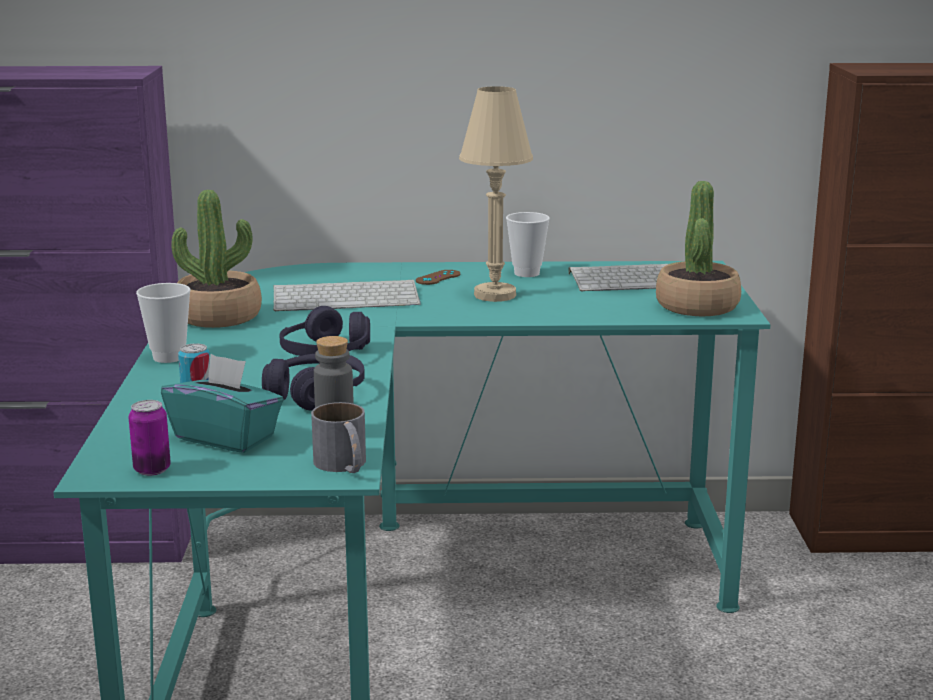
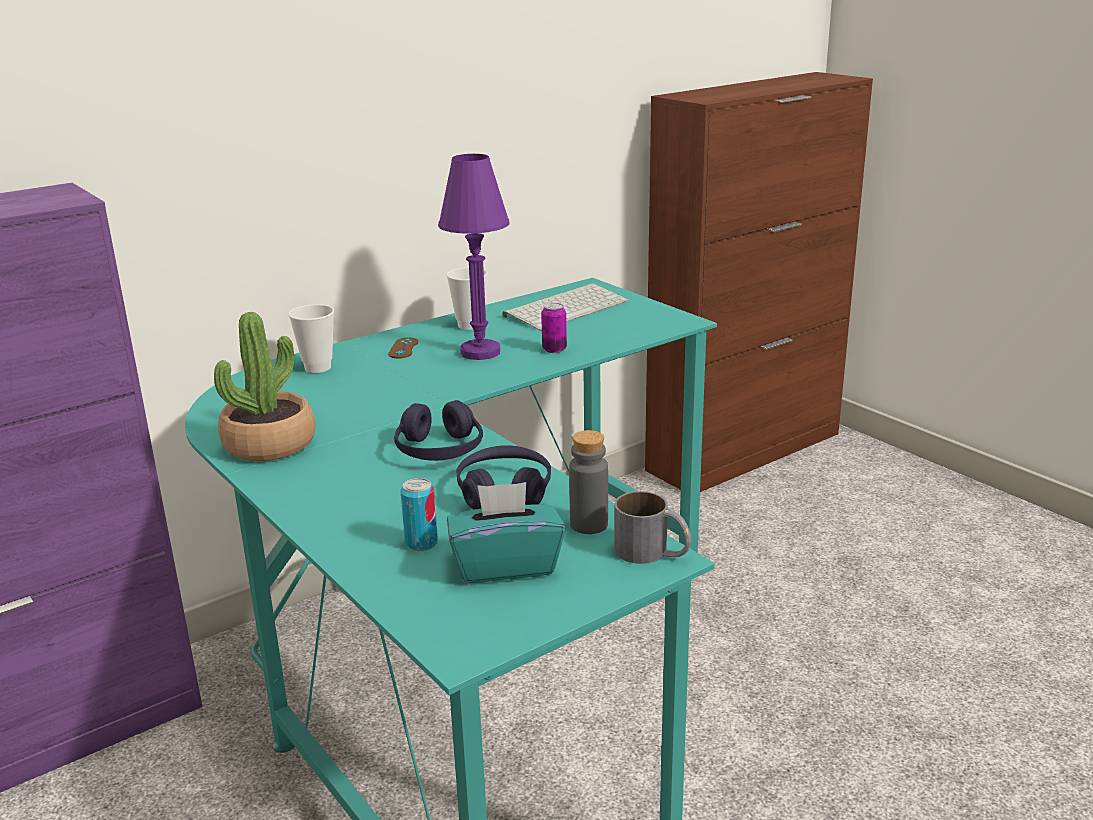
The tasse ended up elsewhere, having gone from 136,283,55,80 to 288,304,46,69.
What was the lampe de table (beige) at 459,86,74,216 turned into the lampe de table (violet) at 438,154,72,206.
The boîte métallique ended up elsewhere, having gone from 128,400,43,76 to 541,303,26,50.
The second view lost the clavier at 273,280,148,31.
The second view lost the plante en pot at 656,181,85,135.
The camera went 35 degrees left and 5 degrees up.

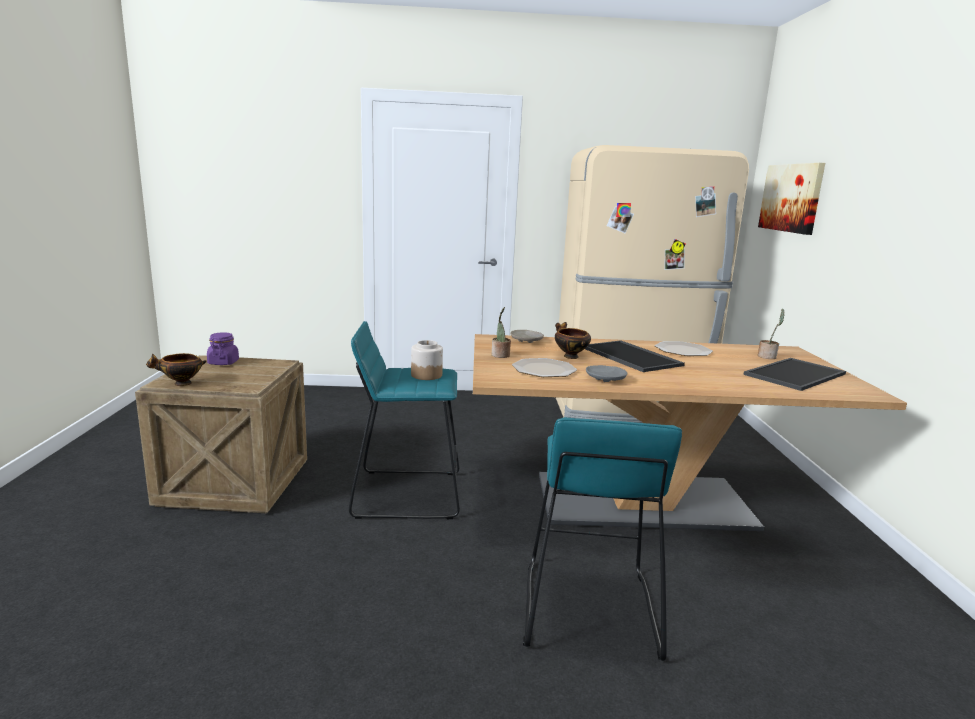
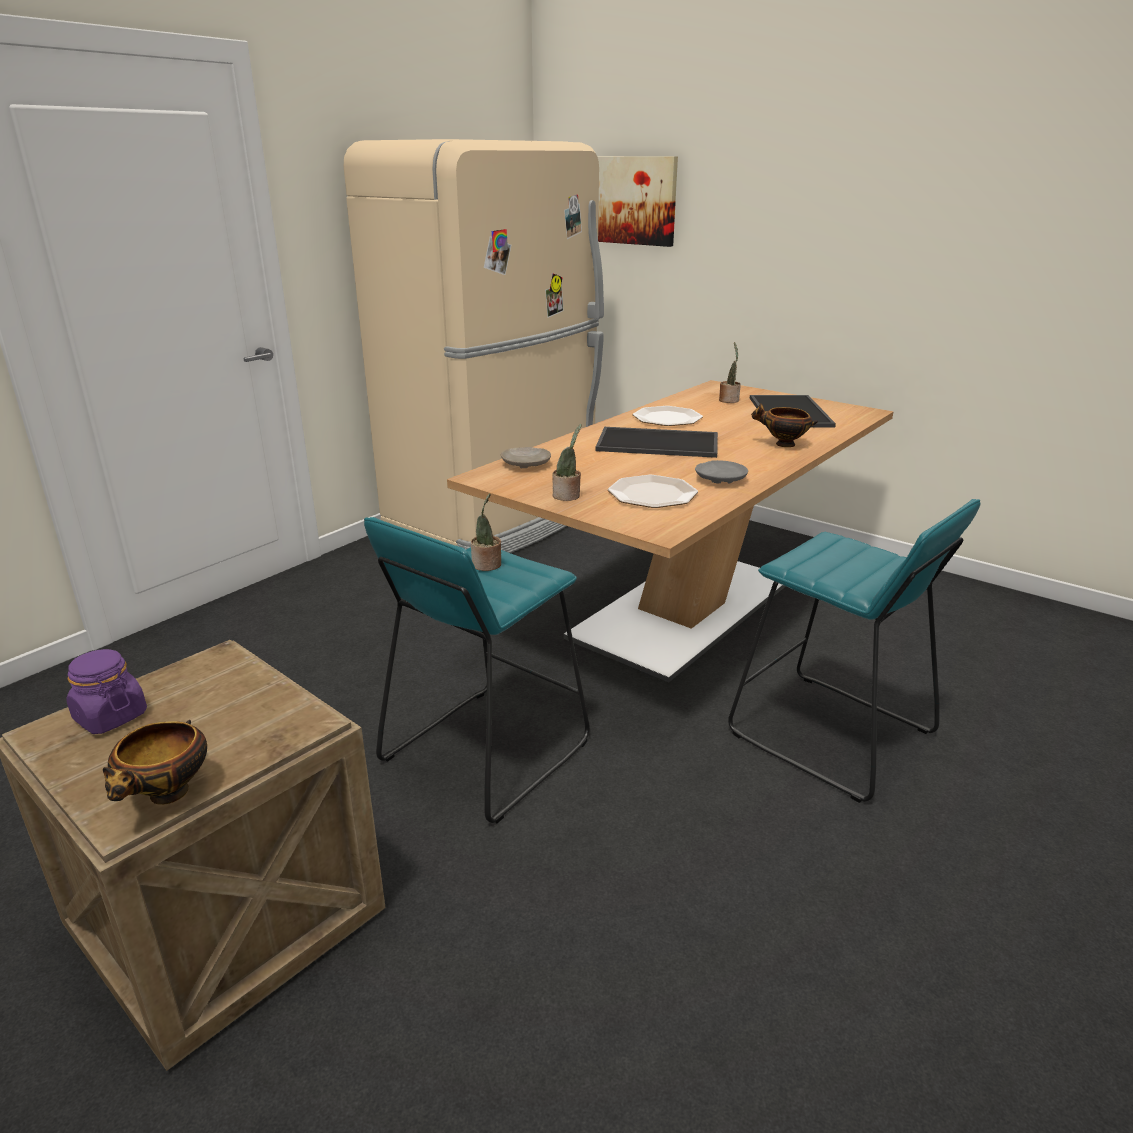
Where the bocal stood at 411,340,32,40, the plante en pot came to stand at 471,493,30,78.
The bol ended up elsewhere, having gone from 555,322,36,37 to 751,403,67,44.
The camera went 50 degrees left and 10 degrees up.

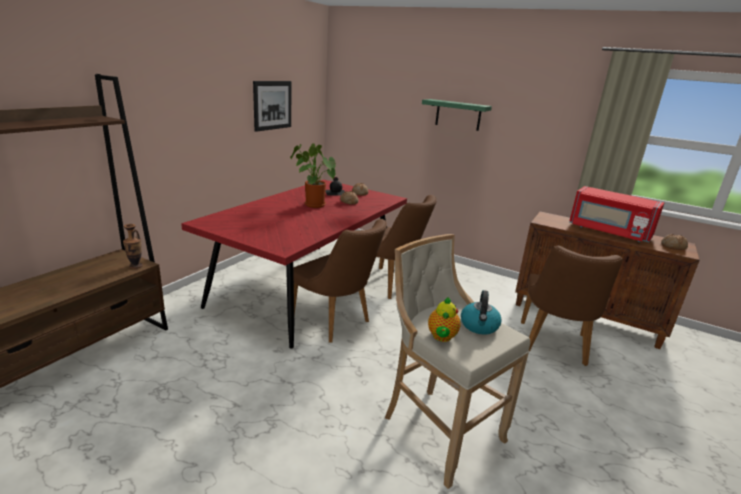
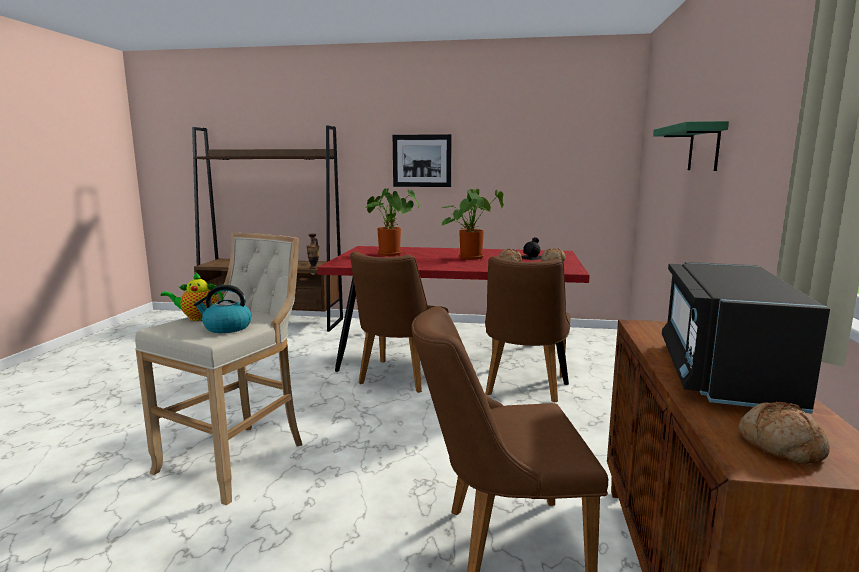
The second view gained the plante en pot at 365,188,55,68.
The tableau ended up elsewhere, having gone from 253,81,38,51 to 393,134,59,53.
What was the micro-ondes (rouge) at 569,186,95,56 turned into the micro-ondes (noir) at 662,262,168,151.
The camera went 70 degrees right and 10 degrees down.

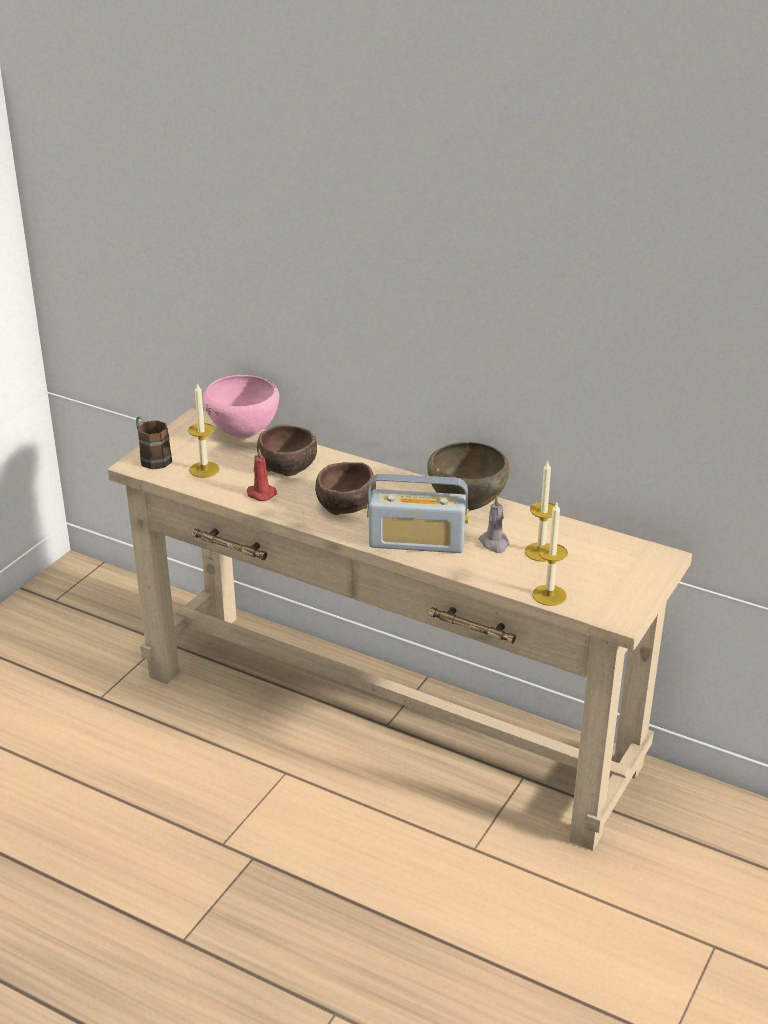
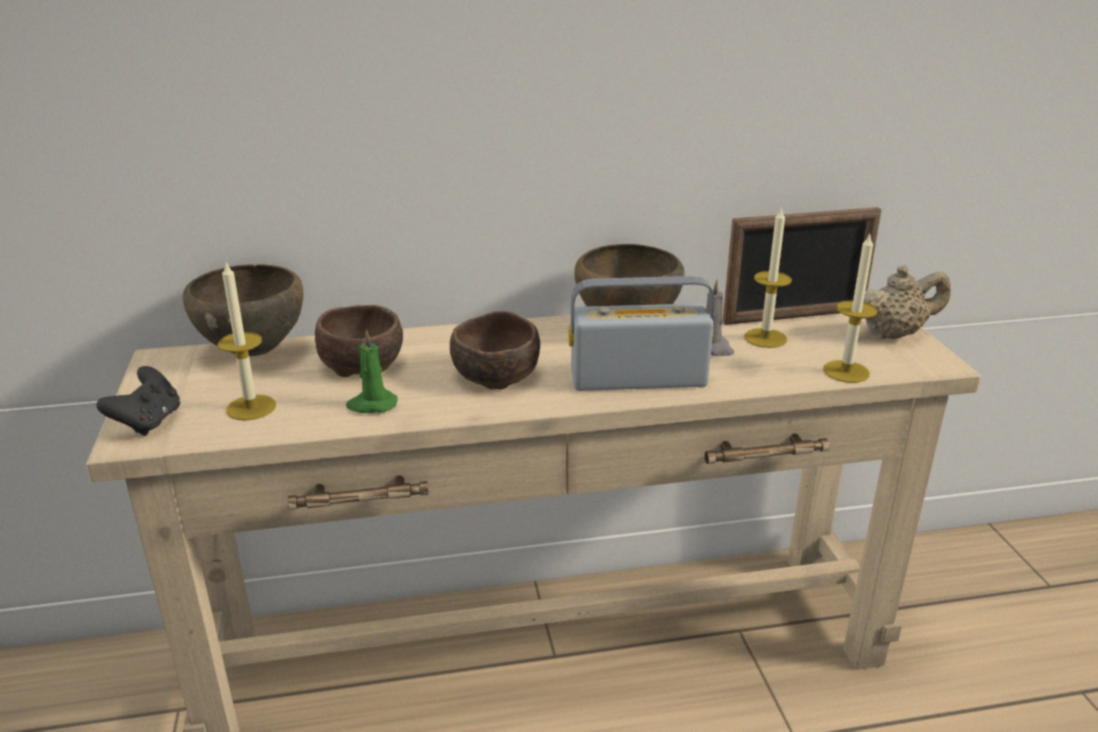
Where the mug (marron) stood at 136,416,36,53, the manette (noir) came to stand at 96,366,84,70.
What was the bol (rose) at 204,375,75,63 turned into the bol (marron) at 183,264,120,92.
What was the bougie (rouge) at 247,449,30,52 turned into the bougie (vert) at 346,330,52,83.
The radio at 367,474,102,79 ended up facing another way, 150 degrees counterclockwise from before.
The second view gained the cadre photo at 723,207,159,118.
The second view gained the théière (beige) at 861,266,90,73.
The camera went 40 degrees left and 5 degrees down.

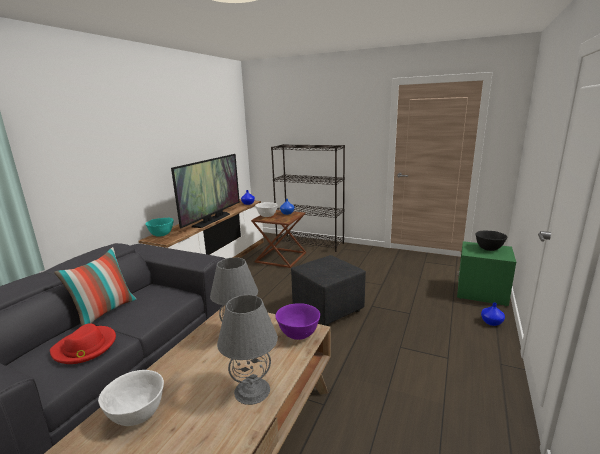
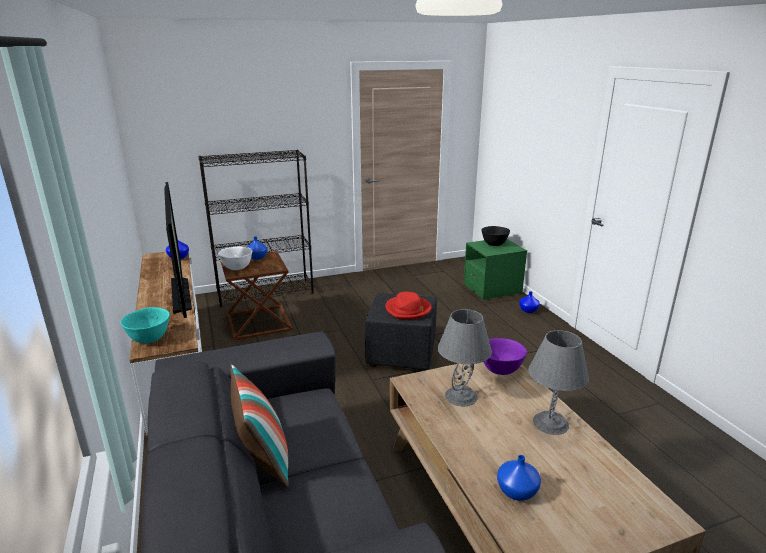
The chapeau (rouge) ended up elsewhere, having gone from 50,323,66,41 to 385,292,47,27.
Where the bol (blanc) stood at 98,370,66,56, the vase (bleu) came to stand at 497,455,44,46.
The camera went 45 degrees left and 5 degrees up.

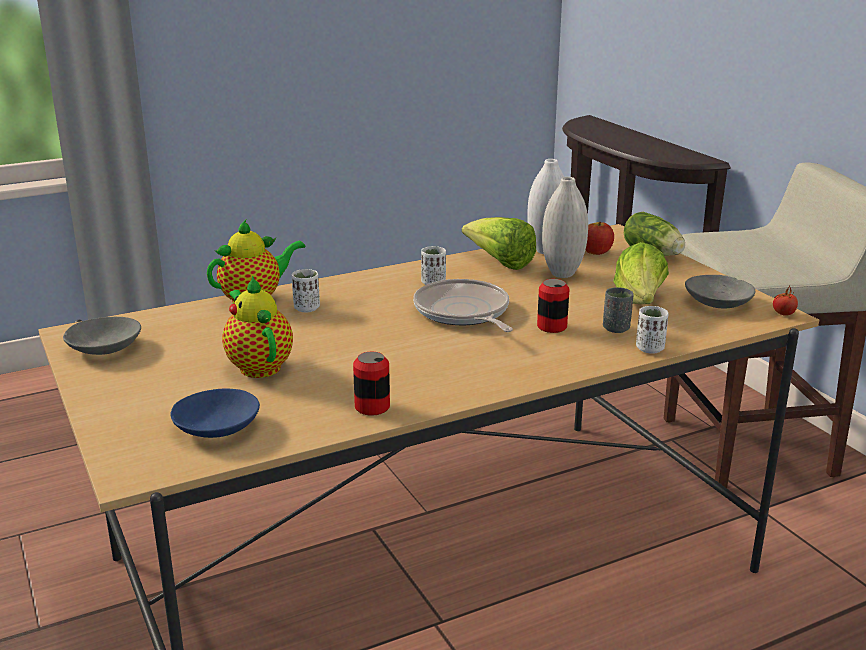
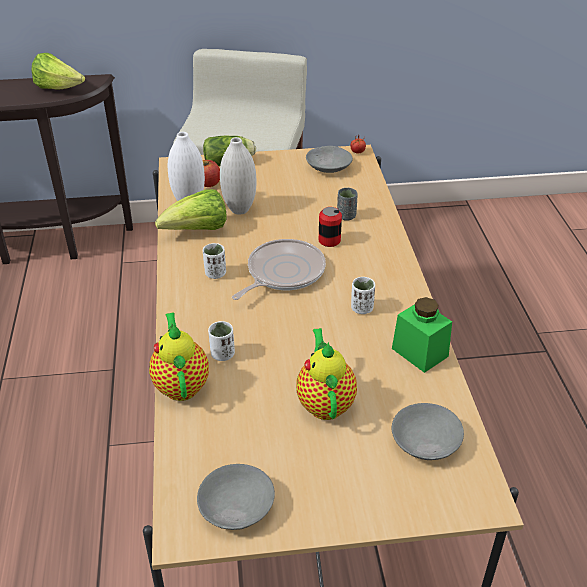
The laitue ended up elsewhere, having gone from 613,242,56,62 to 31,53,54,37.
The poêle at 413,279,100,53 ended up facing another way, 135 degrees clockwise from before.
The théière at 222,275,71,103 ended up facing another way, 90 degrees clockwise from before.
The tasse (blanc) ended up elsewhere, having gone from 636,306,33,48 to 351,277,24,37.
Where the boîte métallique stood at 353,352,37,64, the bocal (vert) came to stand at 392,297,60,76.
What was the bol (bleu) at 170,389,90,49 turned into the bol (gris) at 392,403,72,57.
The camera went 70 degrees left and 15 degrees up.

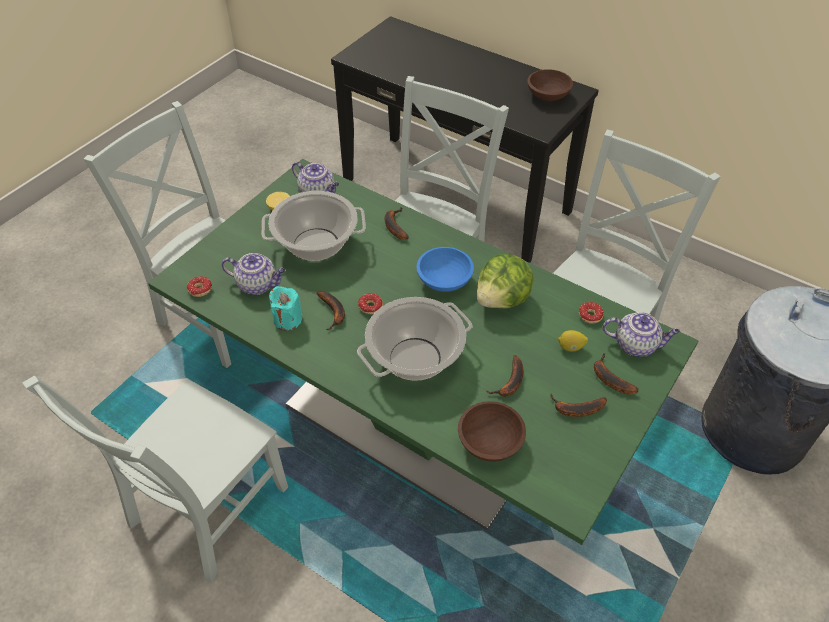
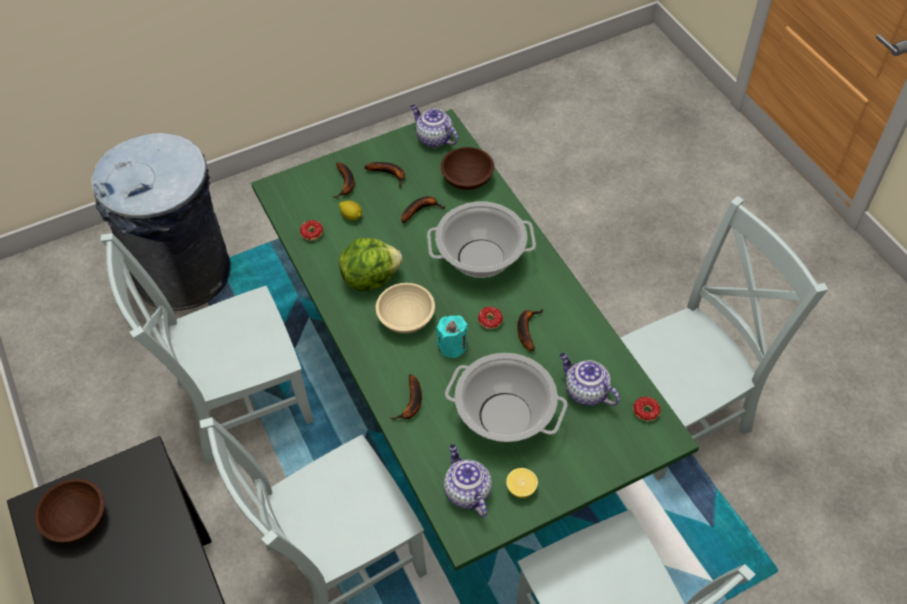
What was the bol (bleu) at 417,247,57,45 turned into the bol (beige) at 376,283,59,50.
The théière ended up elsewhere, having gone from 602,312,78,45 to 410,105,48,43.
The bougie (turquoise) ended up elsewhere, having gone from 269,286,33,45 to 436,315,32,43.
The camera went 150 degrees left and 5 degrees up.

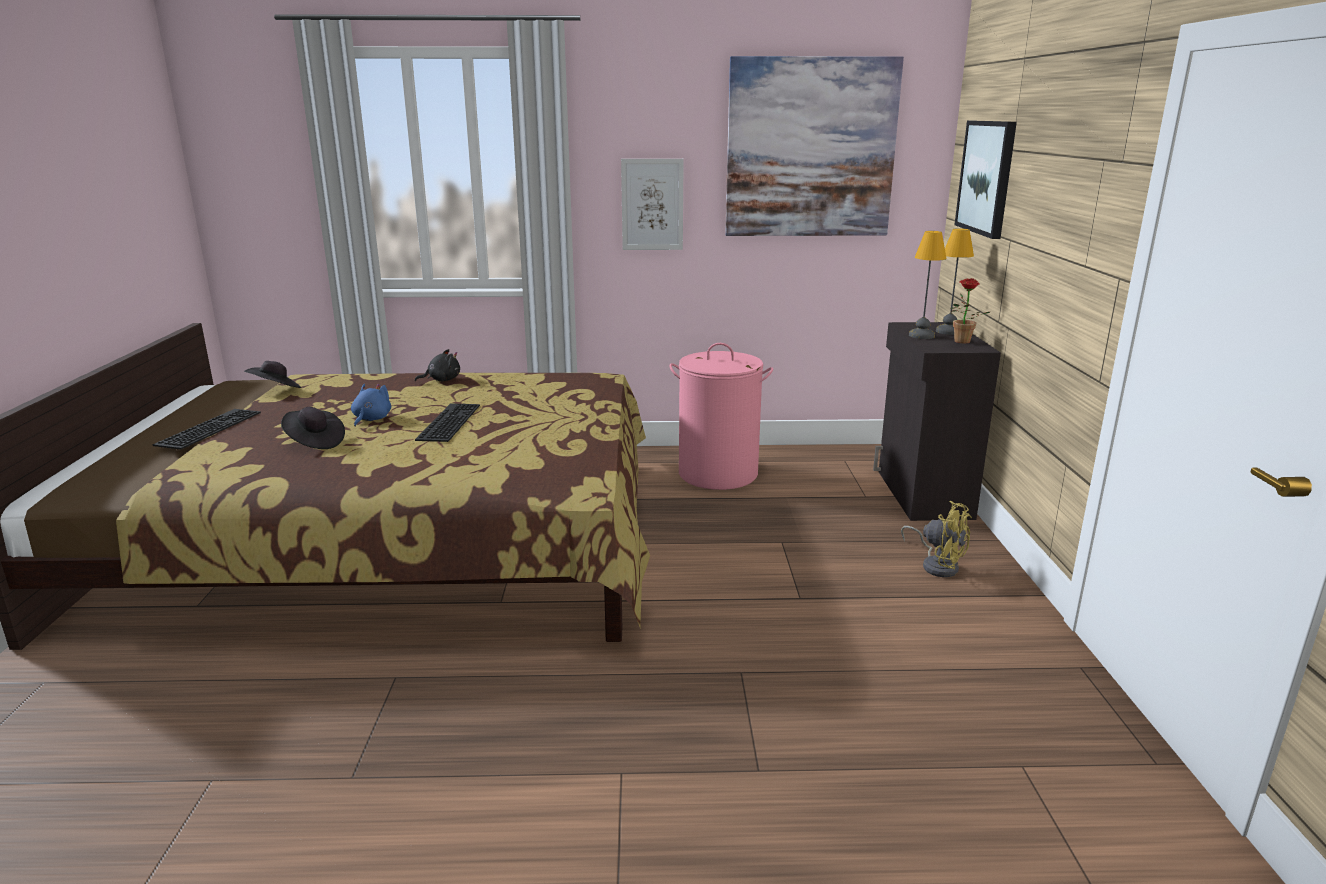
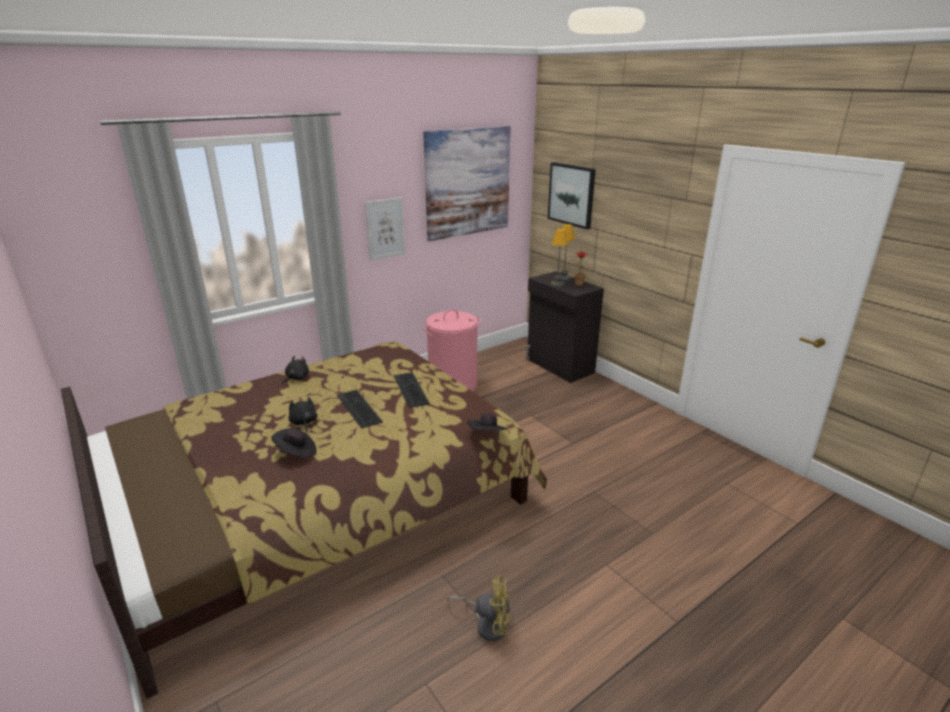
What was the peluche (bleu) at 351,384,41,43 turned into the peluche (noir) at 288,397,29,35.
The clavier ended up elsewhere, having gone from 152,409,109,40 to 394,372,36,36.
The ventilateur (jaune) ended up elsewhere, having gone from 901,501,71,76 to 447,575,63,66.
The chapeau (noir) ended up elsewhere, having gone from 244,361,57,27 to 467,413,41,17.
The camera went 35 degrees left and 5 degrees up.

